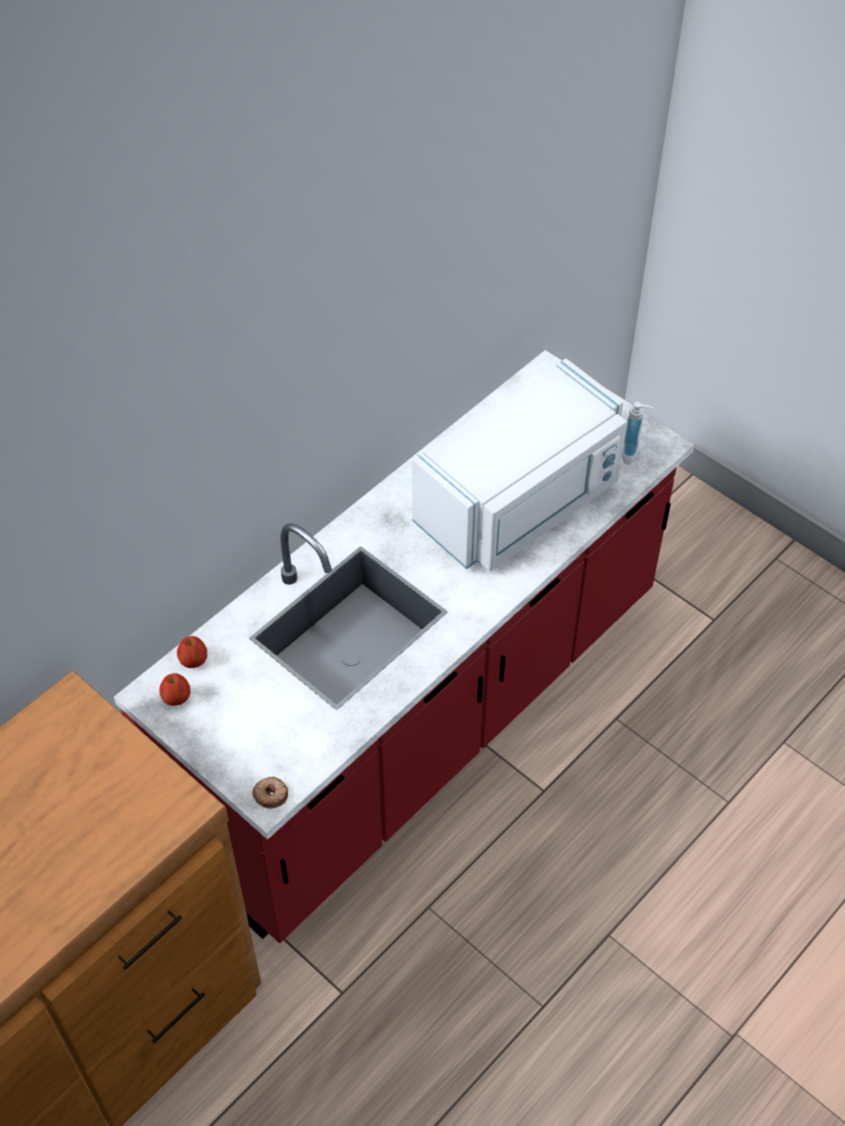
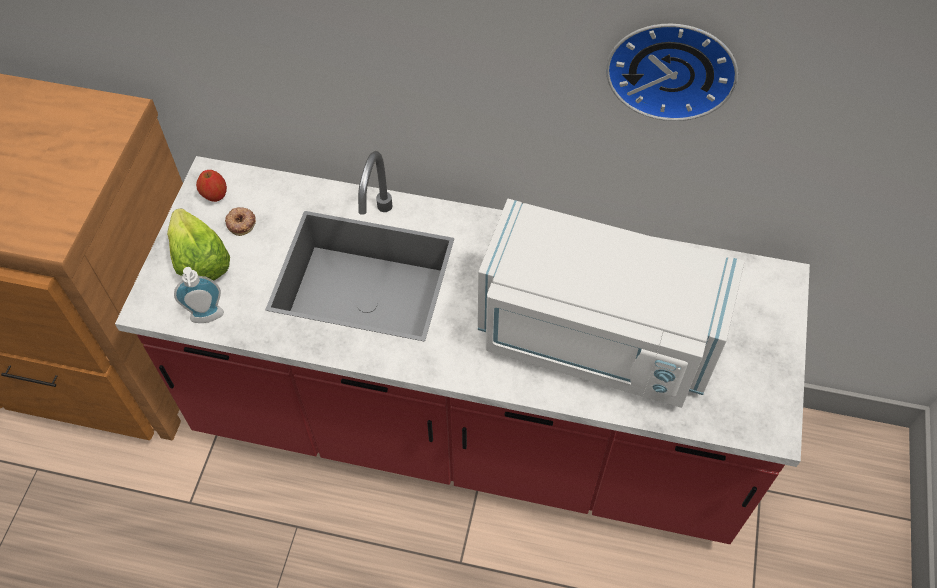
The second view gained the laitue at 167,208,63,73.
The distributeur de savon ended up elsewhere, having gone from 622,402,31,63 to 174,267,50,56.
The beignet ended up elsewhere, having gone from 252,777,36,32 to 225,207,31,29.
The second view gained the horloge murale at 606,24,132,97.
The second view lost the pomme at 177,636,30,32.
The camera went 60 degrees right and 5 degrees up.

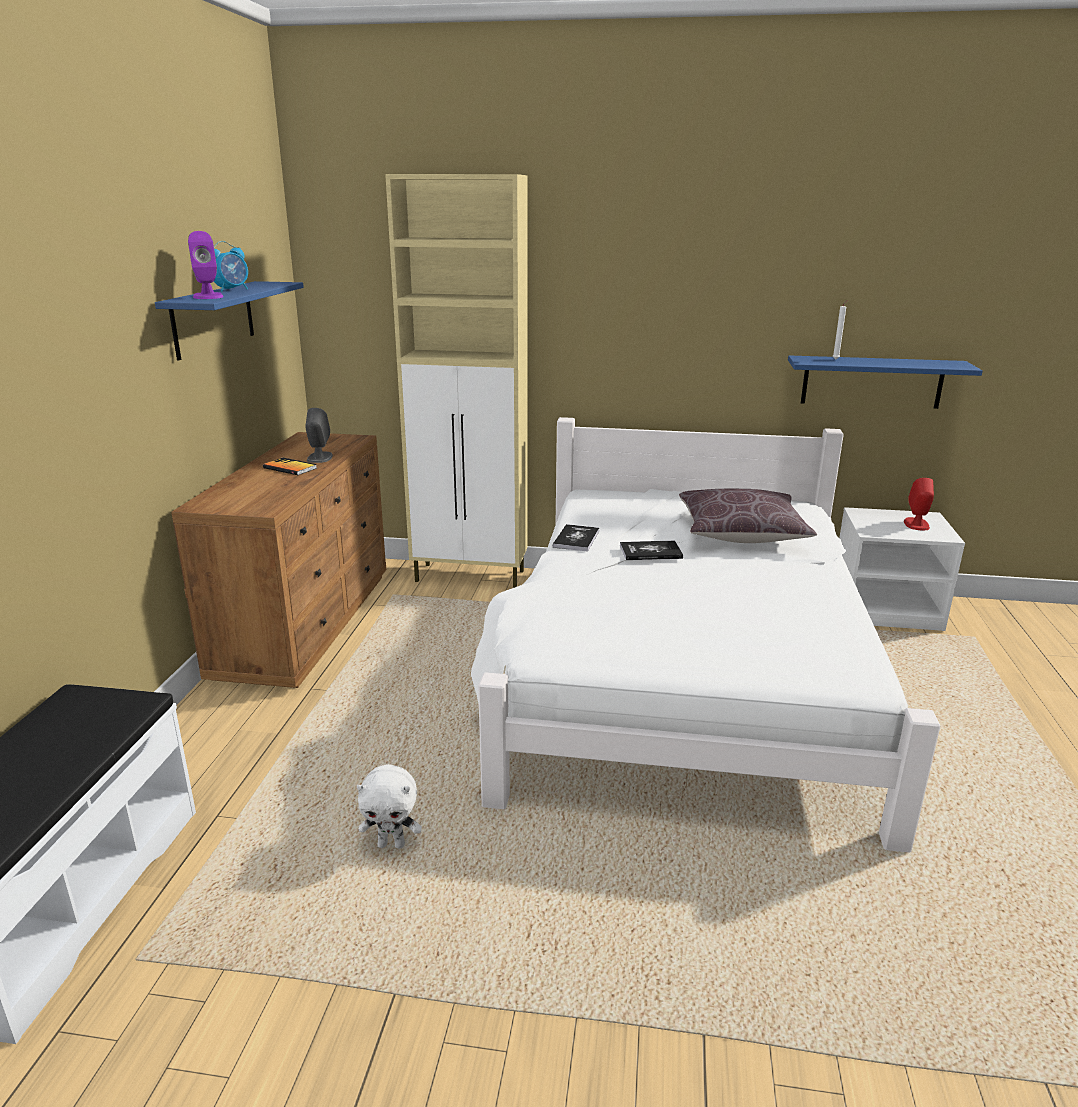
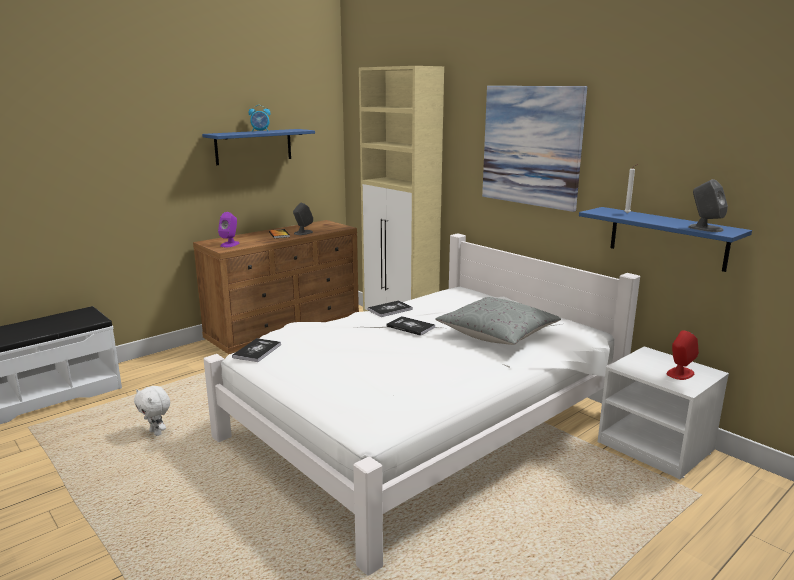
The enceinte (violet) ended up elsewhere, having gone from 188,231,35,68 to 218,212,22,35.
The second view gained the livre at 232,338,49,24.
What was the coussin (marron) at 679,489,138,54 turned into the coussin (gris) at 435,297,126,48.
The second view gained the tableau at 482,86,105,126.
The second view gained the enceinte (gris) at 688,179,40,53.
The camera went 40 degrees right and 5 degrees down.

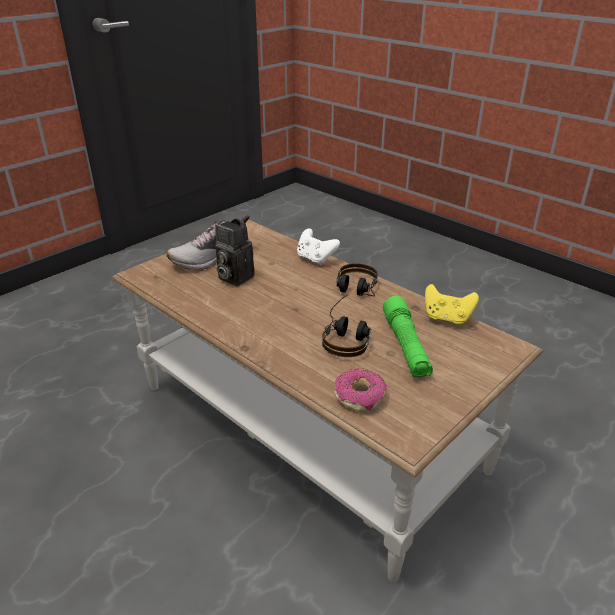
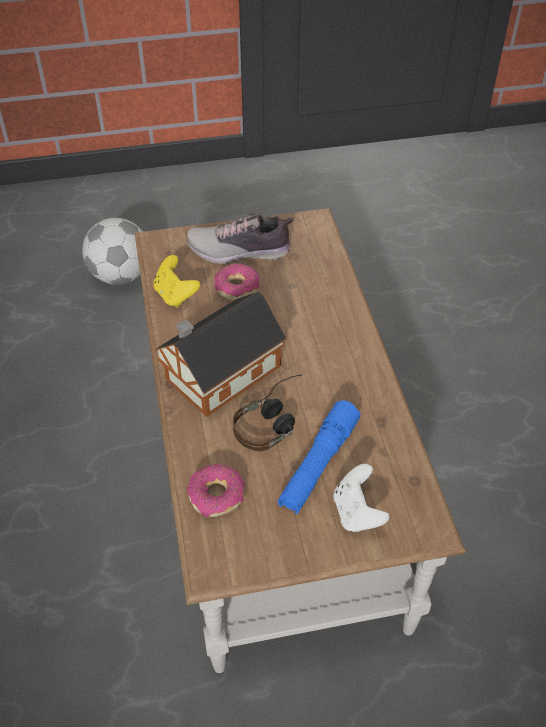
The second view gained the ballon de foot at 82,218,61,67.
The manette (jaune) ended up elsewhere, having gone from 425,284,54,41 to 153,255,48,53.
The second view gained the maison miniature at 154,291,133,126.
Where the appareil photo stood at 215,221,40,65, the beignet came to stand at 215,263,45,38.
What was the lampe de poche (vert) at 383,296,50,82 turned into the lampe de poche (bleu) at 278,400,83,114.
The manette (blanc) ended up elsewhere, having gone from 297,228,43,37 to 333,464,56,68.
The second view lost the casque audio at 336,263,42,33.
The camera went 35 degrees right and 15 degrees up.

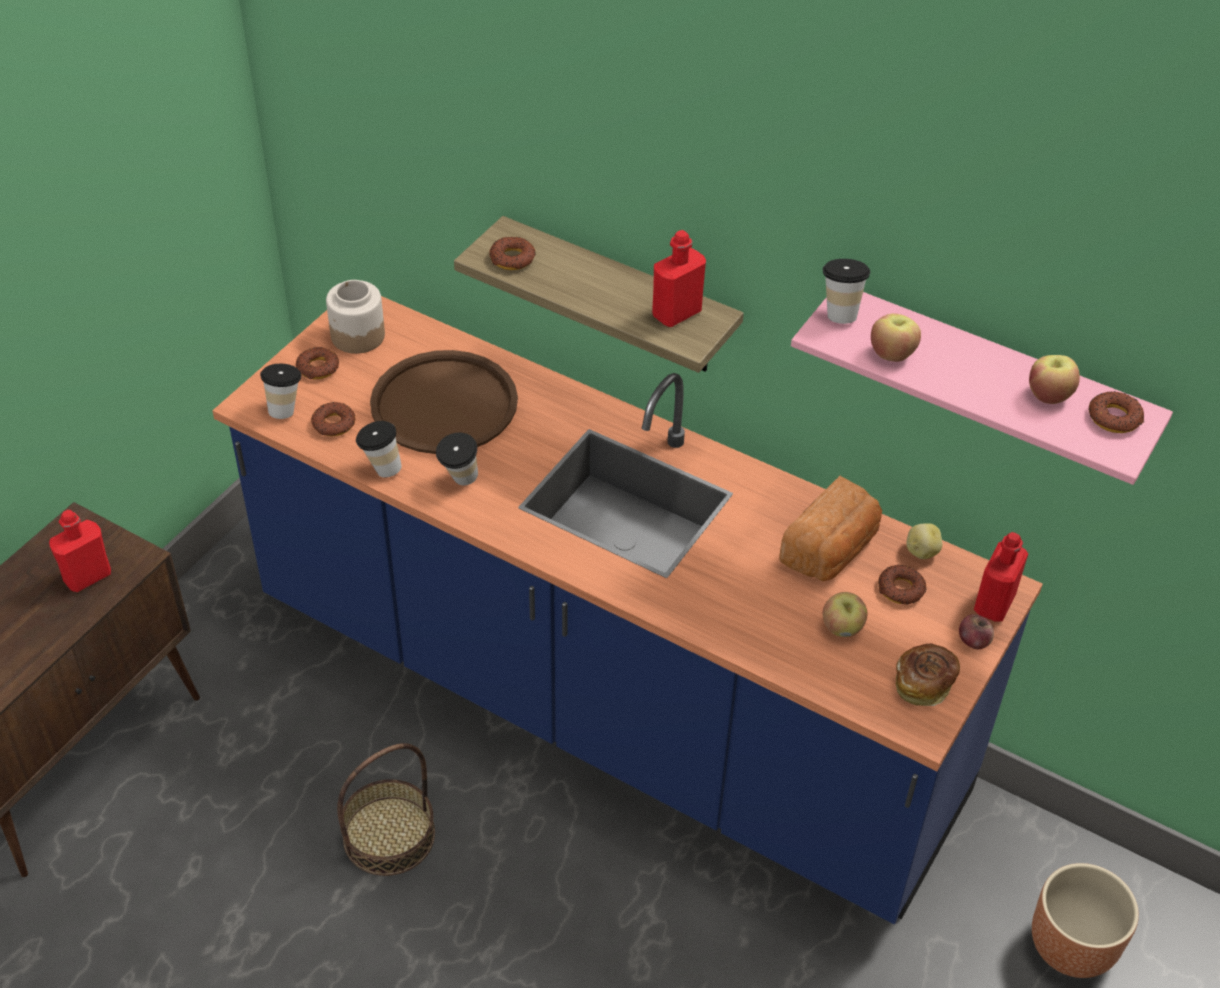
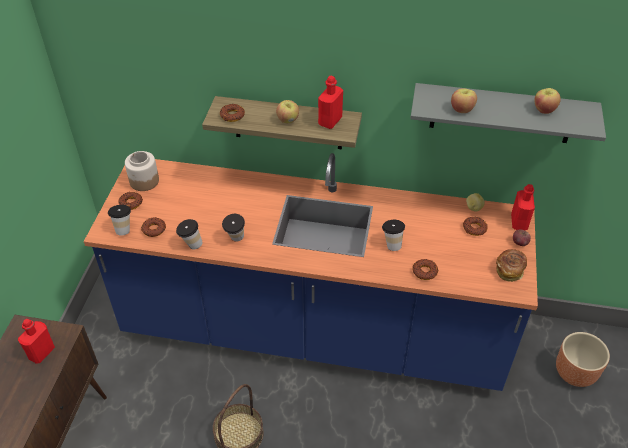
The pomme ended up elsewhere, having gone from 823,592,45,45 to 276,100,23,23.
The tasse ended up elsewhere, having gone from 823,259,47,65 to 382,220,23,31.
What was the étagère (rose) at 791,292,382,193 turned into the étagère (gris) at 410,83,196,60.
The beignet ended up elsewhere, having gone from 1088,391,56,42 to 412,259,27,21.
The second view lost the plateau (marron) at 370,350,148,104.
The second view lost the pain at 779,476,103,106.
The camera went 20 degrees left and 0 degrees up.

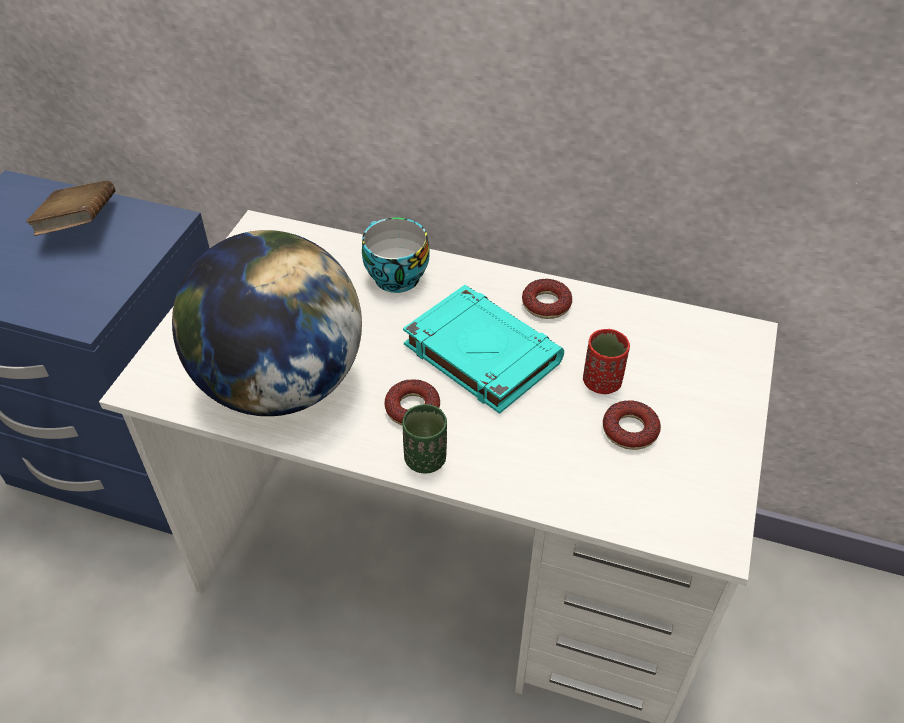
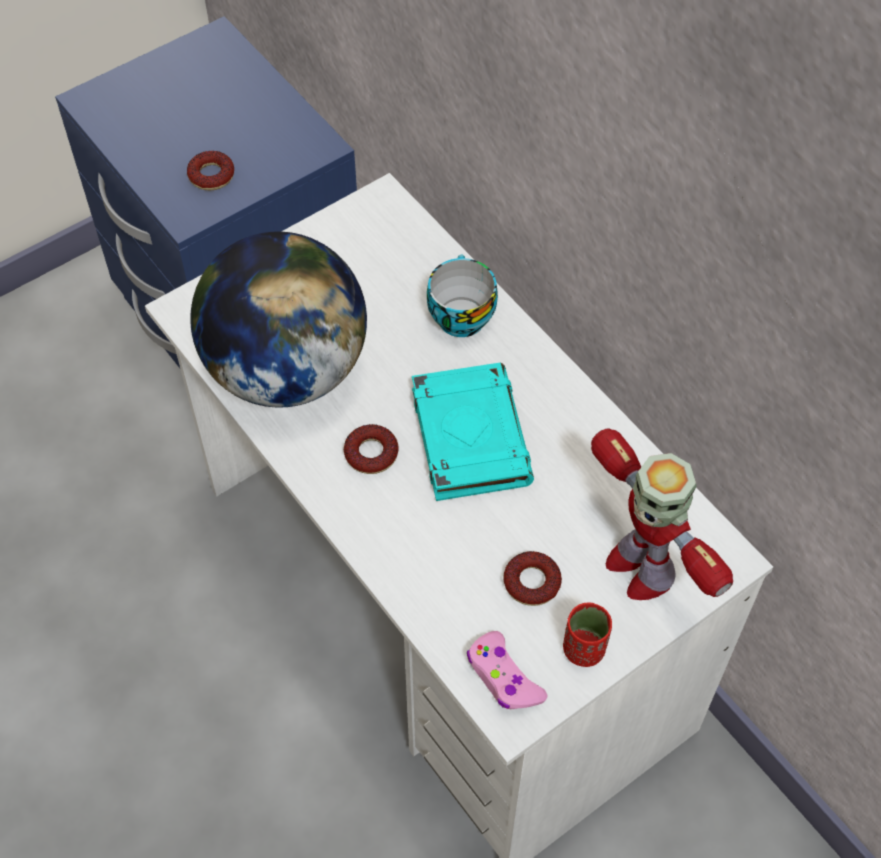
The beignet ended up elsewhere, having gone from 522,279,50,40 to 187,151,47,39.
The second view gained the manette (rose) at 467,631,80,78.
The tasse (rouge) ended up elsewhere, having gone from 583,329,47,65 to 563,602,49,65.
The second view gained the robot jouet at 591,428,142,172.
The second view lost the livre (marron) at 26,181,89,55.
The second view lost the tasse (vert) at 402,404,45,70.
The camera went 35 degrees right and 10 degrees up.

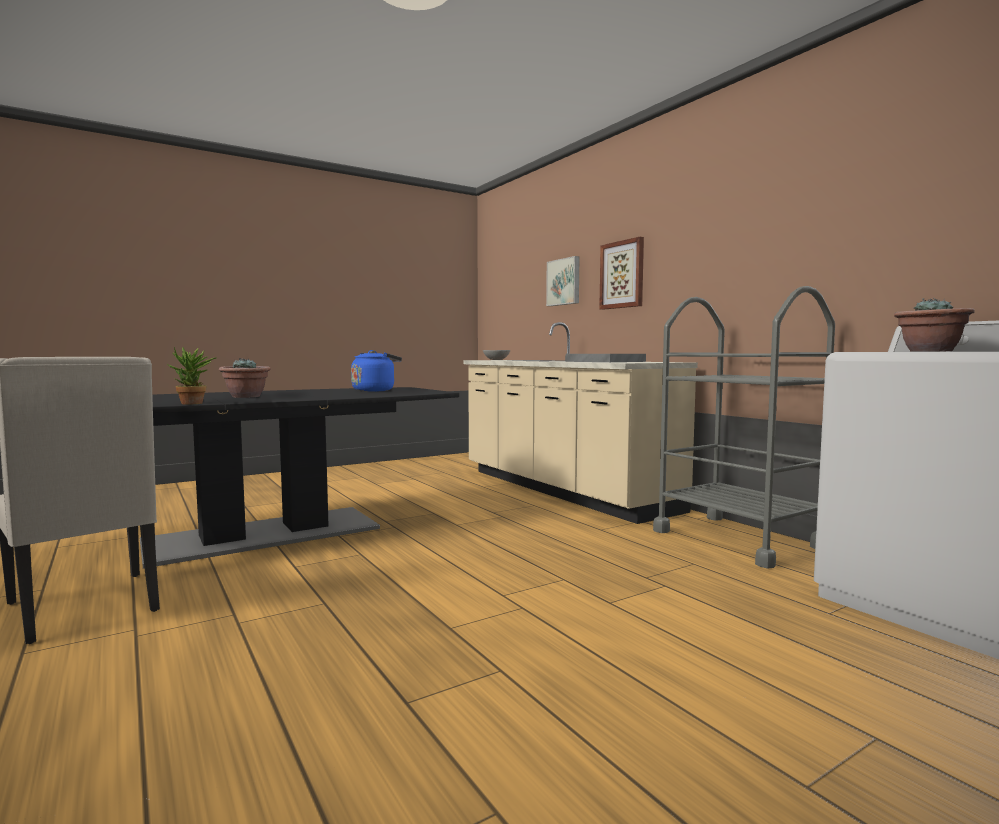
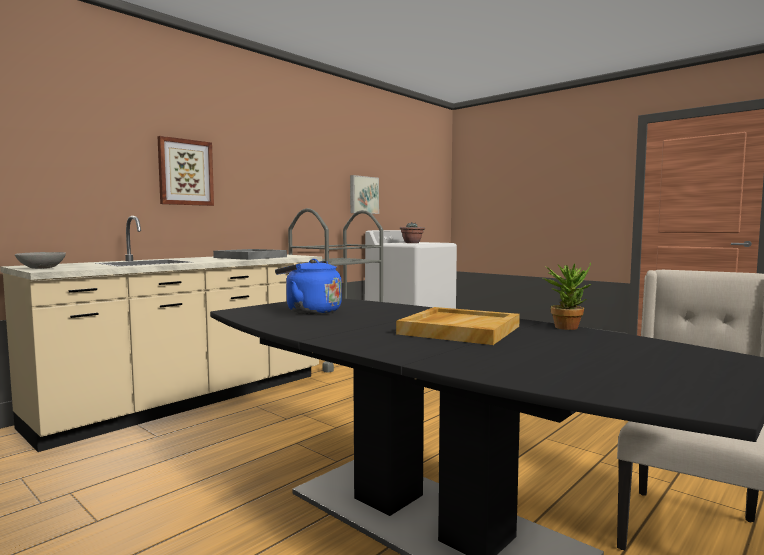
The tableau ended up elsewhere, having gone from 546,256,34,50 to 350,175,29,39.
Where the plante en pot stood at 219,358,52,40, the plateau (beige) came to stand at 396,307,124,38.
The camera went 105 degrees left and 0 degrees up.

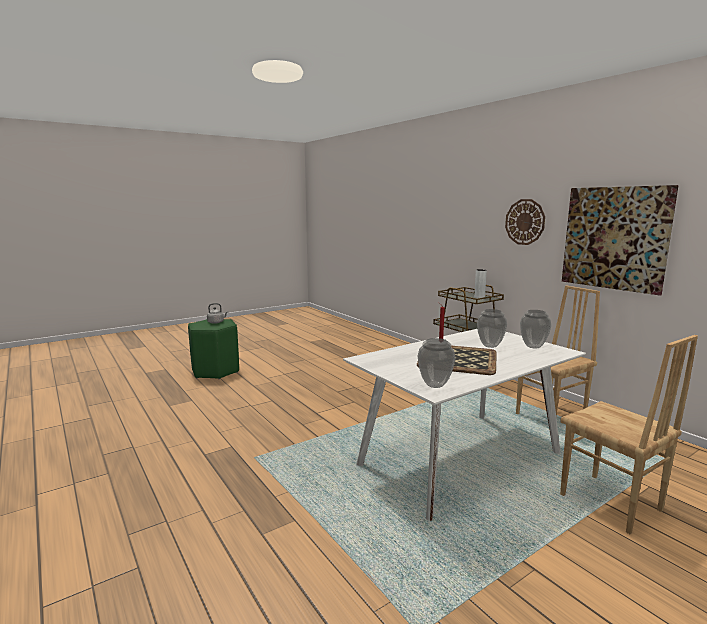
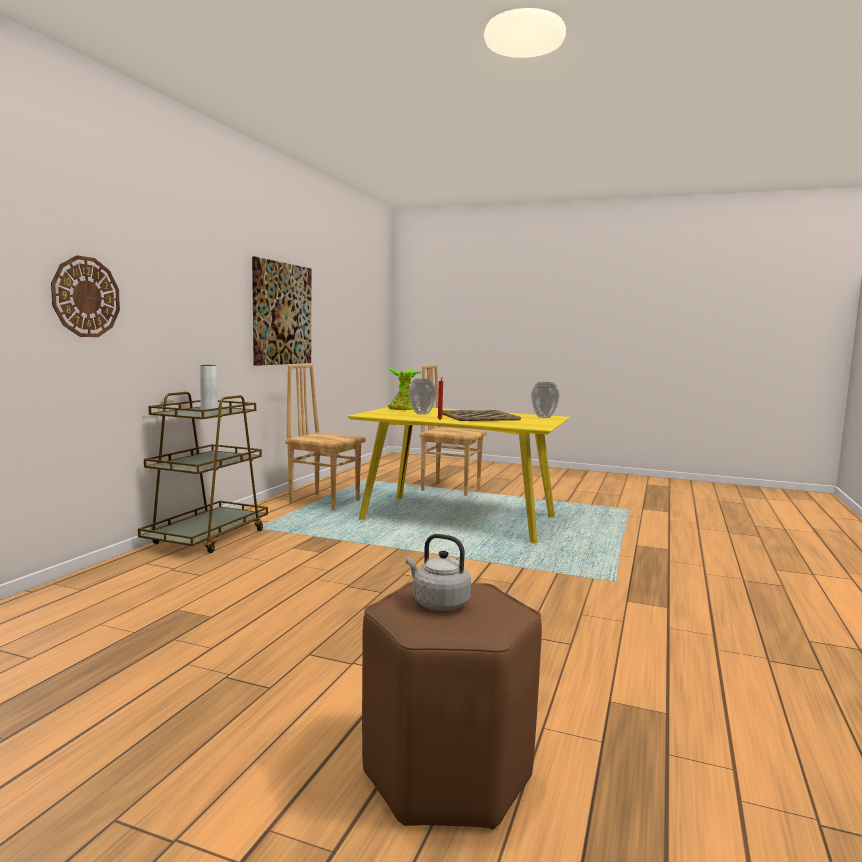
The horloge murale ended up elsewhere, having gone from 505,199,40,46 to 51,255,69,82.
What was the table à manger (blanc) at 343,329,243,192 turned into the table à manger (jaune) at 347,407,223,136.
What was the tabouret (vert) at 188,319,51,60 turned into the tabouret (marron) at 362,582,180,247.
Where the vase stood at 520,310,31,39, the plante en pot came to stand at 388,368,34,42.
The chaise (marron) at 560,335,138,199 ended up facing another way, 90 degrees counterclockwise from before.
The camera went 125 degrees left and 5 degrees down.

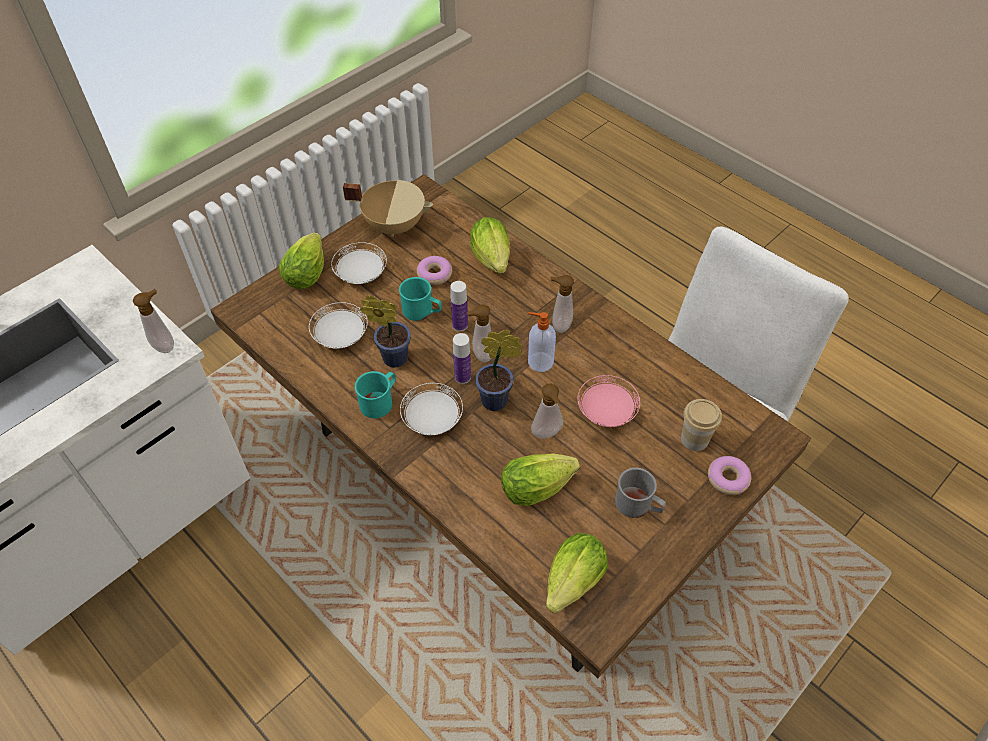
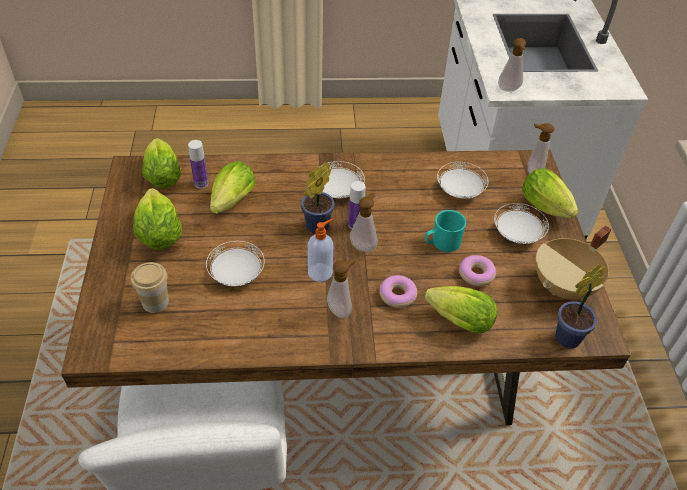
Where the mug (gris) stood at 615,468,51,50, the laitue came to stand at 133,188,49,62.
The bouteille ended up elsewhere, having gone from 450,281,18,50 to 188,140,20,48.
What was the assiette (rose) at 578,375,62,52 turned into the assiette (blanc) at 206,241,59,45.
The beignet ended up elsewhere, having gone from 708,456,43,39 to 379,275,38,33.
The distributeur de savon ended up elsewhere, having gone from 531,384,32,55 to 528,123,26,51.
The plante en pot ended up elsewhere, having gone from 360,296,51,72 to 555,264,51,85.
The second view lost the mug (turquoise) at 355,371,41,47.
The camera went 130 degrees right and 5 degrees down.

